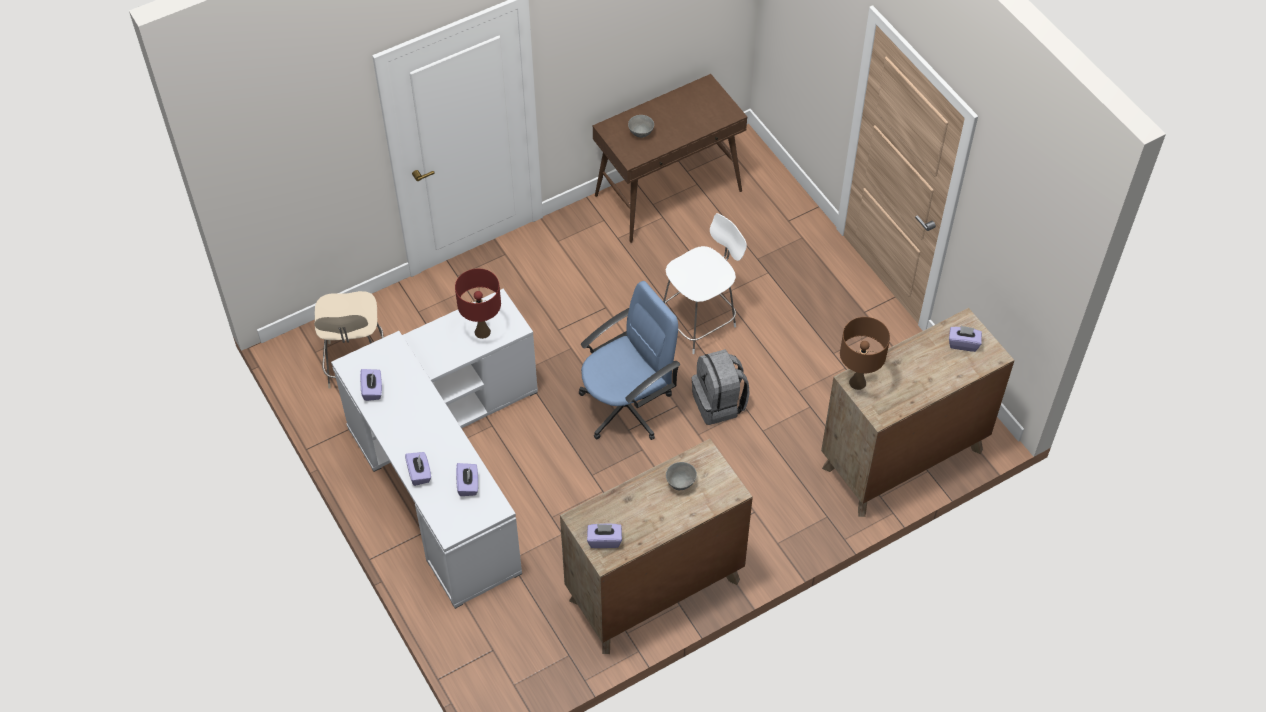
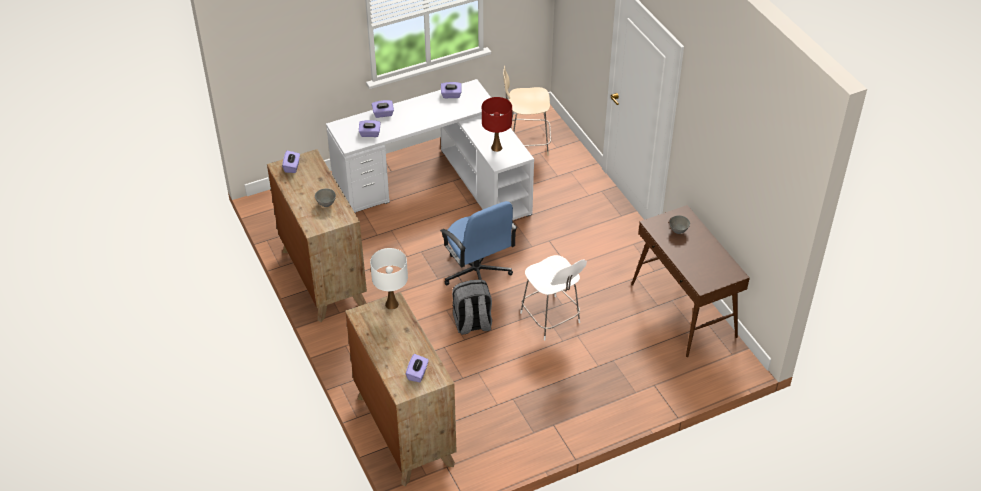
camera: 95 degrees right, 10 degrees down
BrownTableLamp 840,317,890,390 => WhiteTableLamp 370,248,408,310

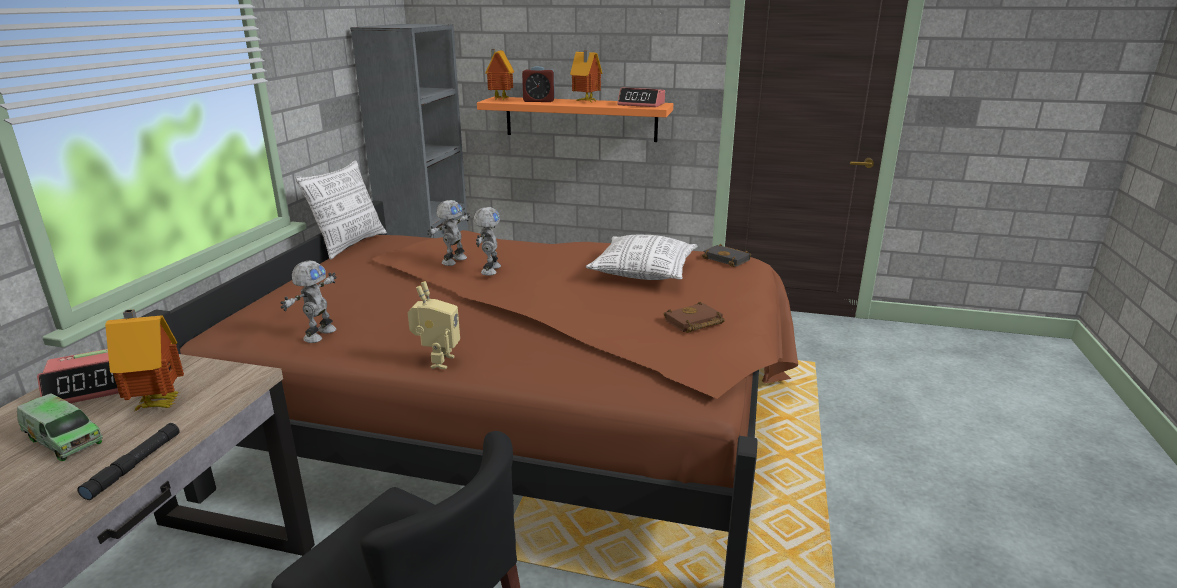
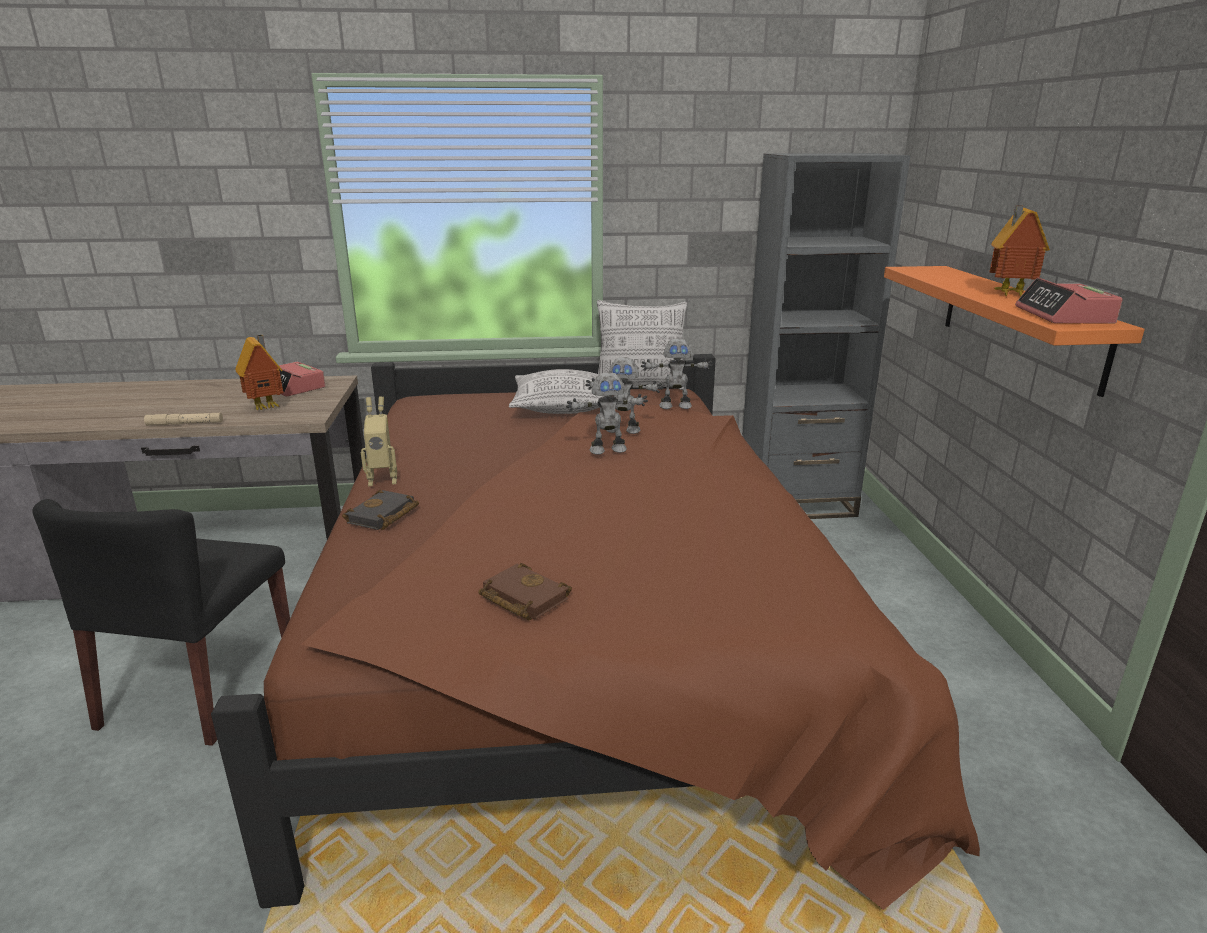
camera: 70 degrees right, 0 degrees up
ToyHouse 485,49,514,100 => nothing
AlarmClock 522,66,555,102 => nothing
Pillow 586,235,697,280 => Pillow 509,369,604,414, relocated
BlackBook 702,244,751,267 => BlackBook 342,490,419,530, relocated
ToyRobot 280,261,337,343 => ToyRobot 641,338,713,409, relocated
ToyTruck 17,393,103,461 => nothing
BlackFlashlight 77,423,180,500 => BeigeFlashlight 144,413,223,426

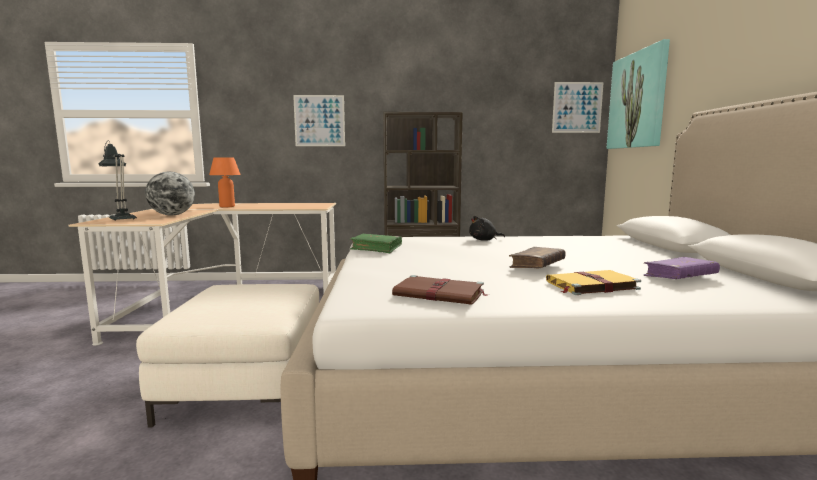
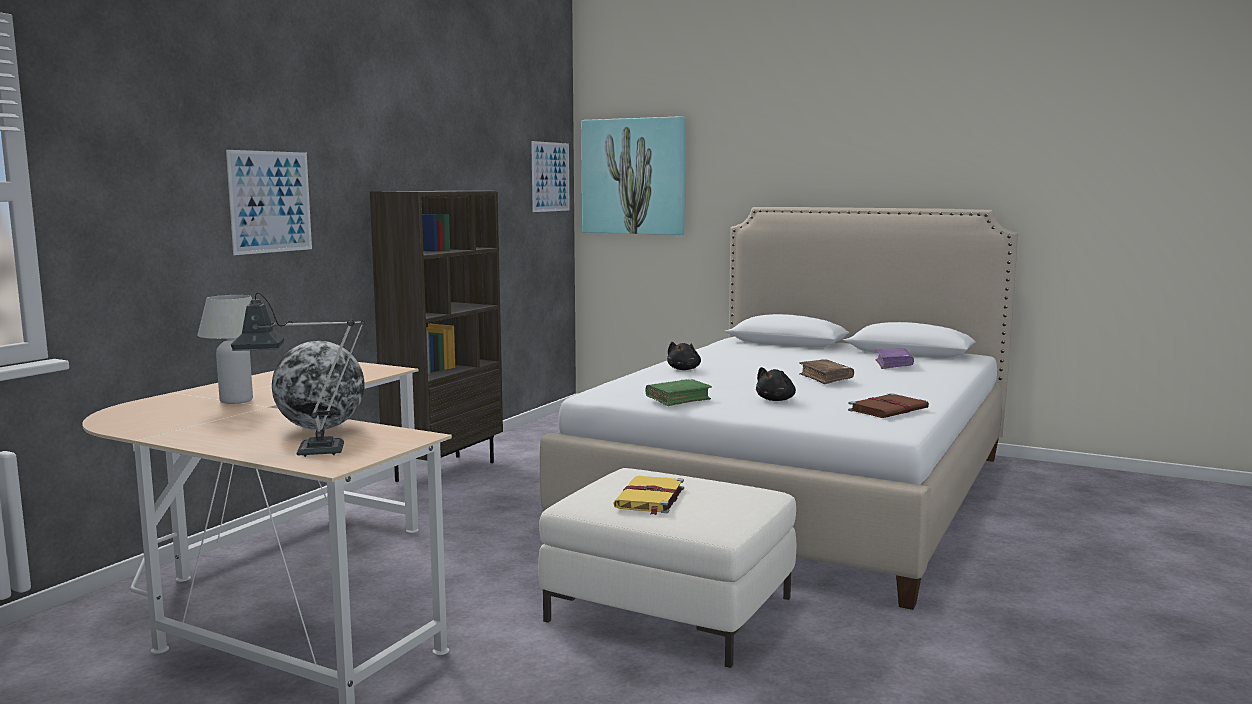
camera: 60 degrees left, 0 degrees up
OrangeTableLamp 209,157,241,207 => WhiteTableLamp 197,295,253,404
YellowBook 546,270,641,295 => YellowBook 613,476,684,515, relocated
nothing => BlackPlushToy 756,367,796,401

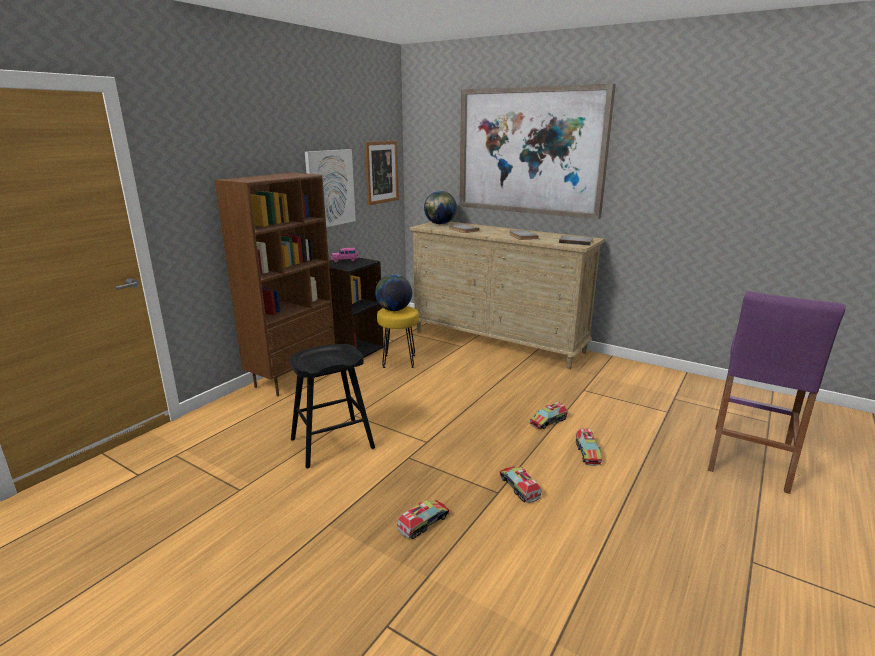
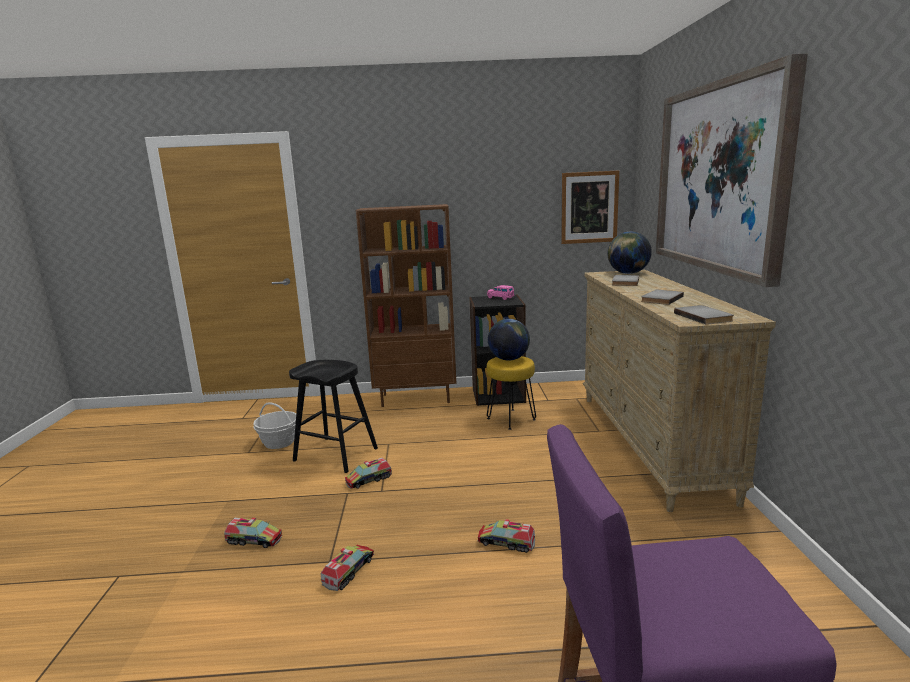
camera: 55 degrees right, 5 degrees down
Picture 305,149,356,227 => nothing
ToyTruck 576,429,602,466 => ToyTruck 345,457,392,488, relocated
nothing => Basket 253,402,296,449

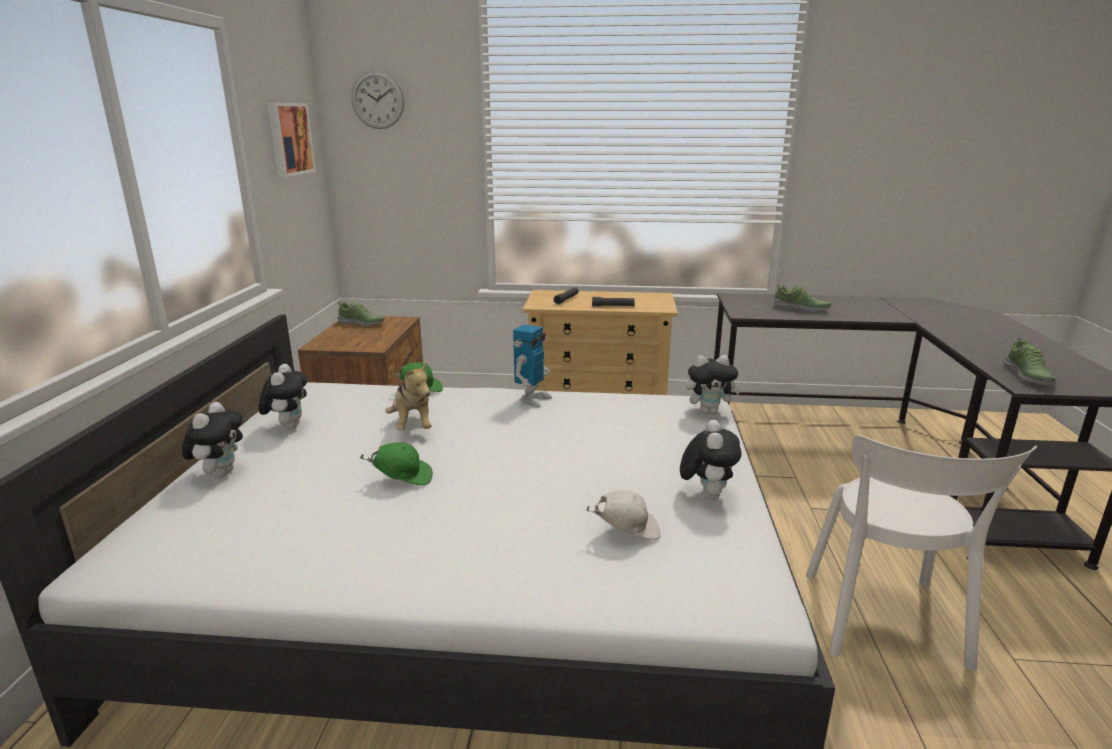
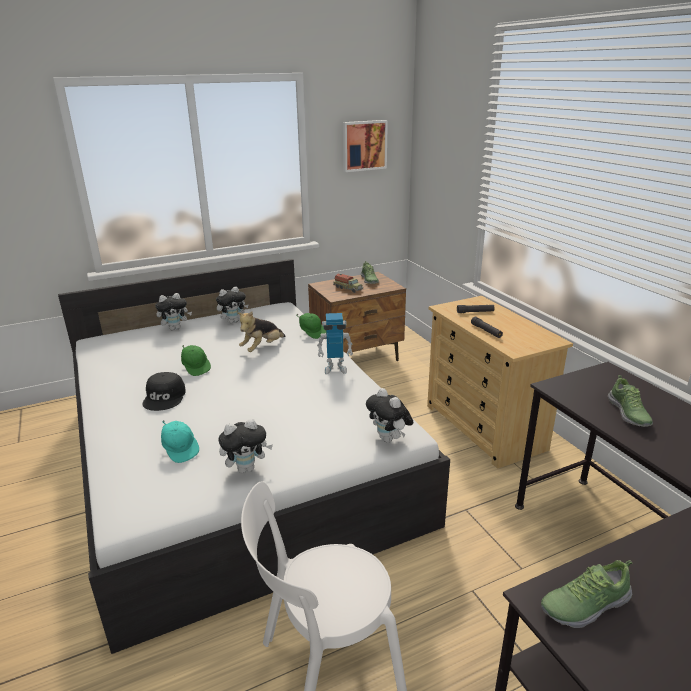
camera: 60 degrees right, 5 degrees up
WallClock 352,71,404,129 => nothing
WhiteCap 586,490,660,540 => TurquoiseCap 161,420,199,463
nothing => ToyTruck 333,273,363,293
nothing => BlackCap 142,372,186,411

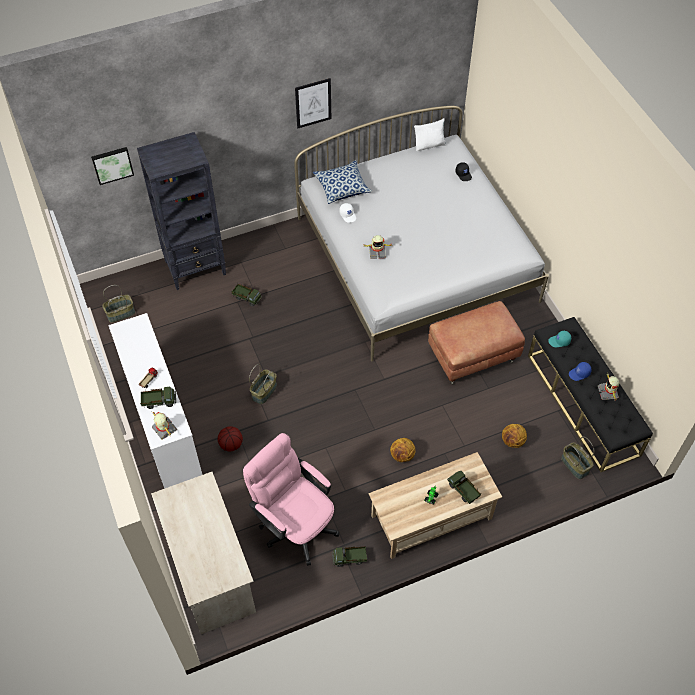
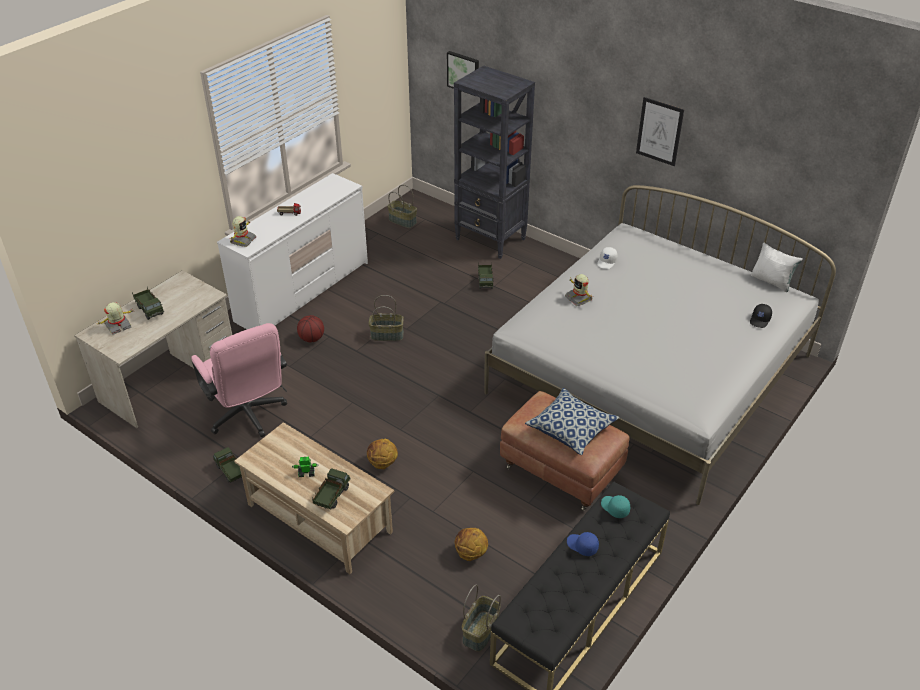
camera: 60 degrees right, 15 degrees down
Pillow 313,160,372,204 => Pillow 525,388,619,455, relocated
ToyRobot 598,372,619,400 => ToyRobot 96,302,133,335, relocated
ToyTruck 140,387,176,409 => ToyTruck 132,287,164,320, relocated
PinkOfficeChair 243,433,339,566 => PinkOfficeChair 192,323,287,437, 135 degrees clockwise

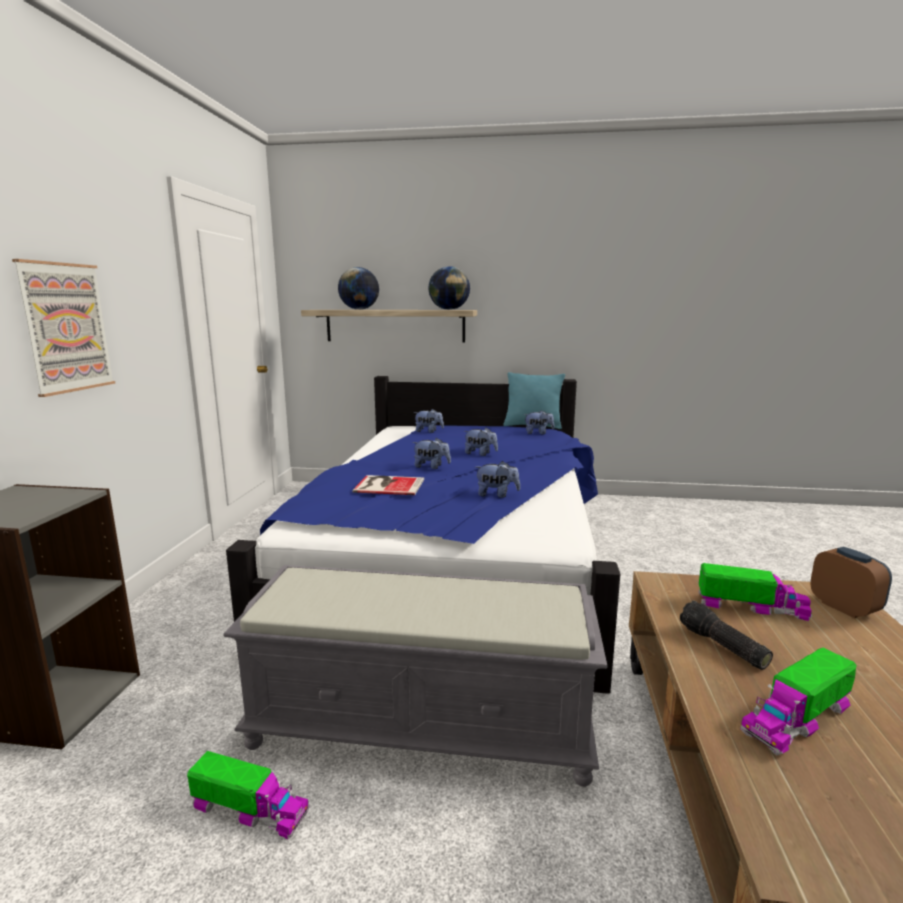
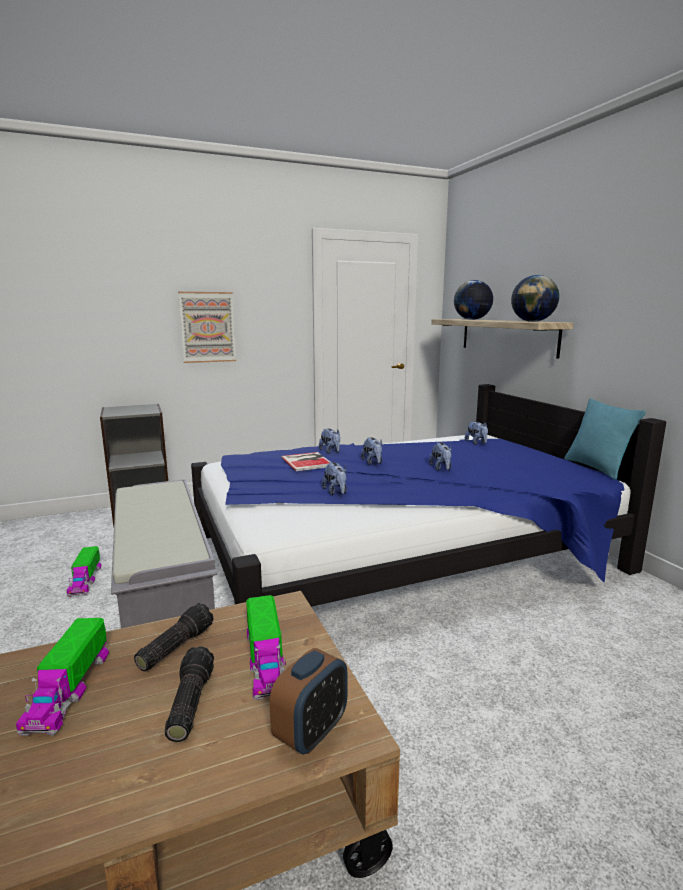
camera: 60 degrees right, 0 degrees up
PlushToy 524,410,554,435 => PlushToy 319,429,340,454, relocated
ToyTruck 740,648,856,755 => ToyTruck 16,618,109,736, 120 degrees counterclockwise
nothing => Flashlight 165,646,214,742

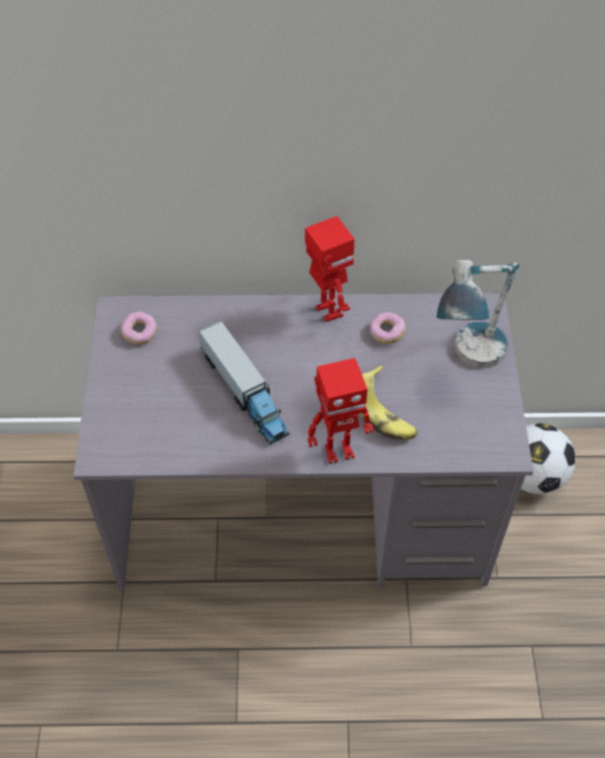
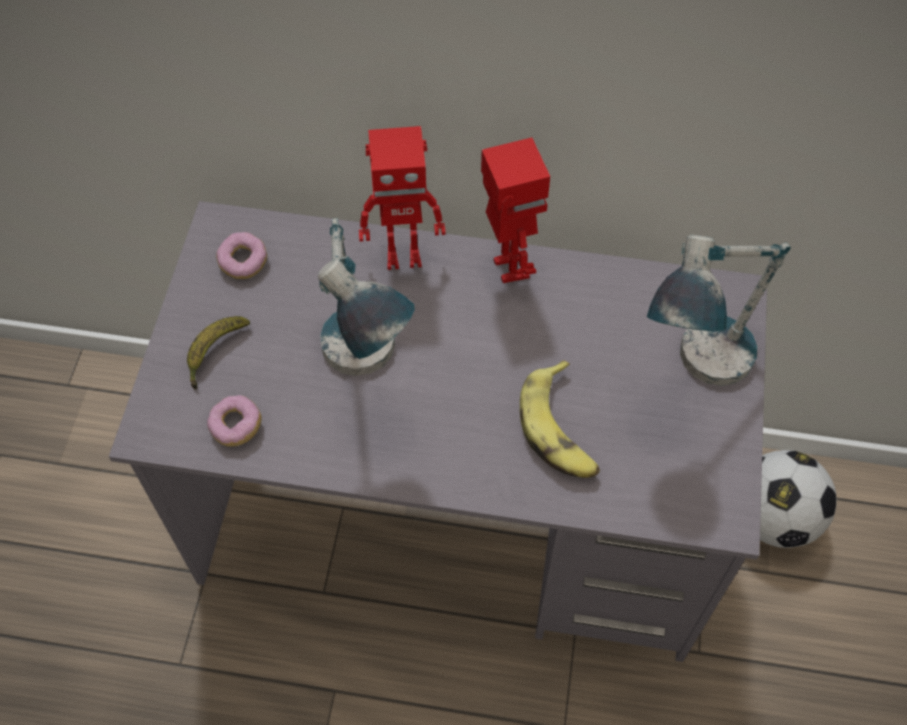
camera: 10 degrees right, 5 degrees up
Donut 370,312,405,344 => Donut 207,395,262,447, relocated
ToyTruck 198,320,290,445 => TableLamp 318,218,415,376
ToyRobot 307,358,374,464 => ToyRobot 359,126,446,270, relocated
nothing => Banana 187,316,250,390

